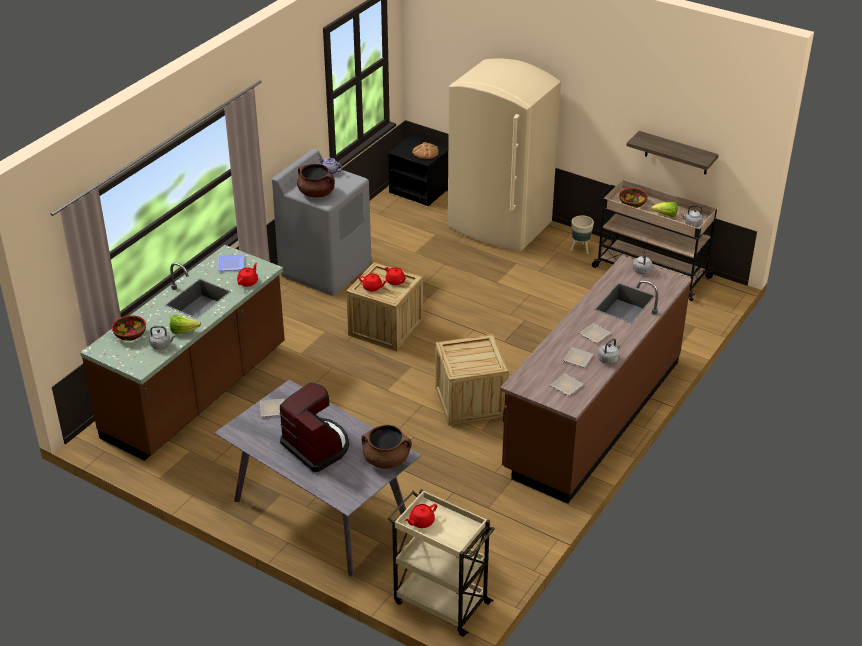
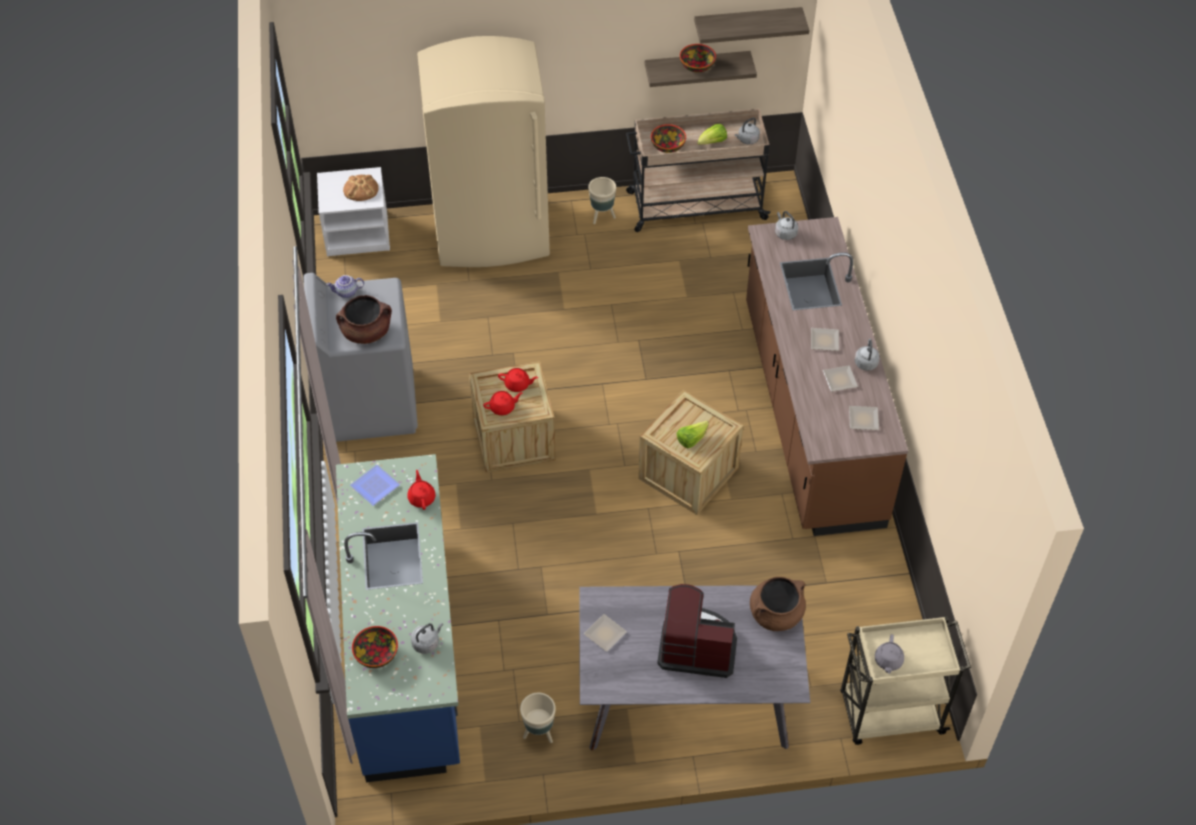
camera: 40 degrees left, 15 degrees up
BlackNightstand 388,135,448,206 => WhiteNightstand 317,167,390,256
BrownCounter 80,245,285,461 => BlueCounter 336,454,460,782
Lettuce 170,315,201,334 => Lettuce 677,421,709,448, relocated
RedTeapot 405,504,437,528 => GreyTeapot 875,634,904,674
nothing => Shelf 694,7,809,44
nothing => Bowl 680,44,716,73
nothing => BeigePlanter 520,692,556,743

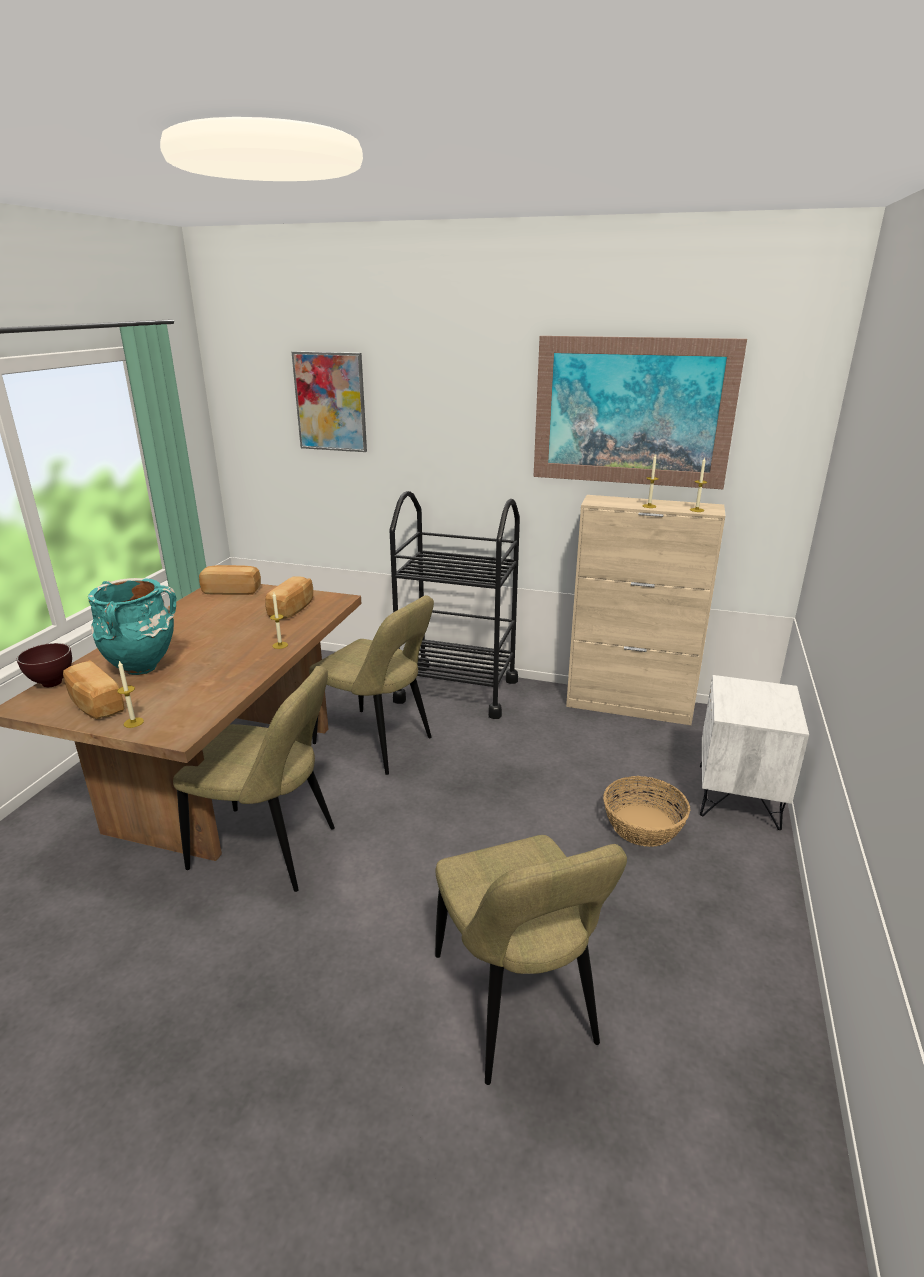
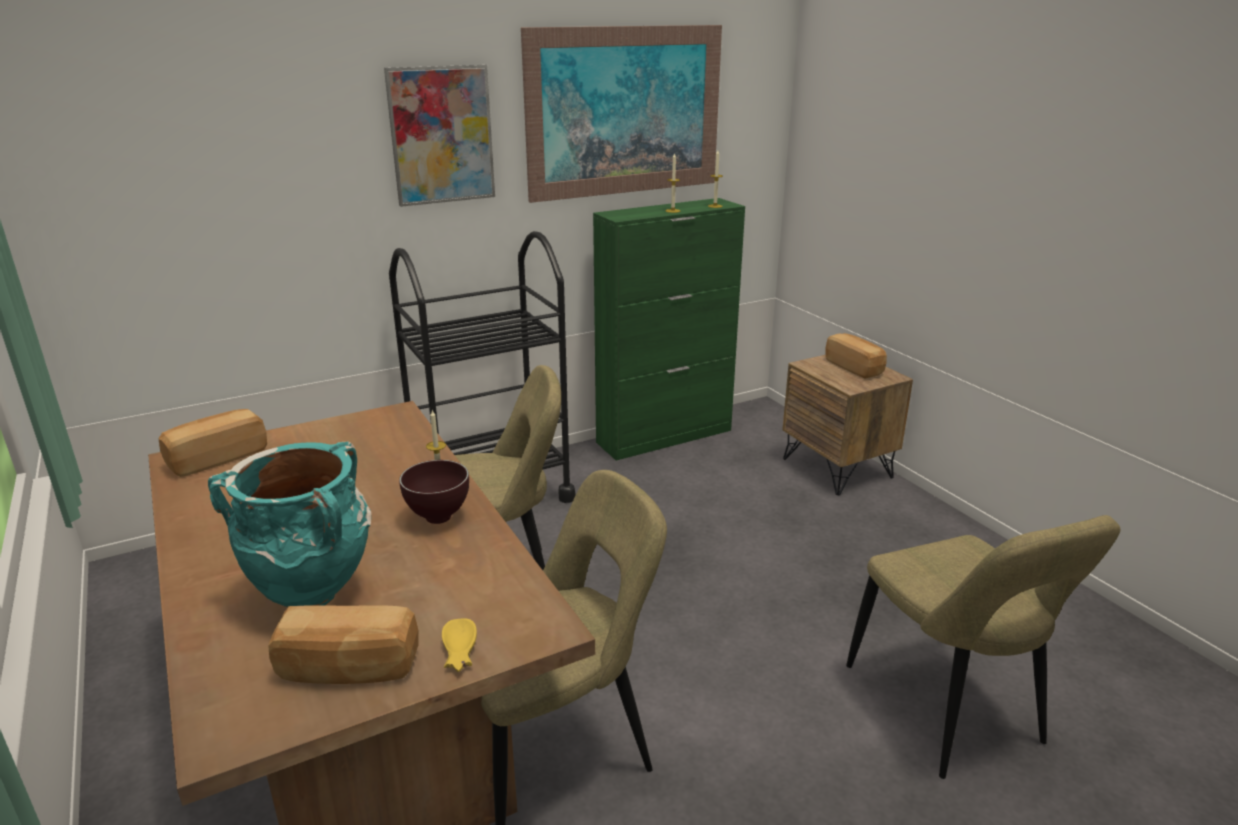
camera: 45 degrees left, 0 degrees up
Picture 292,351,367,452 => Picture 384,64,495,207, relocated
BeigeCabinet 566,495,725,725 => GreenCabinet 593,198,745,460
Bread 265,576,313,619 => Bread 825,333,887,379, relocated
BrownBowl 17,643,72,687 => BrownBowl 399,460,469,524, relocated
Candle 117,661,144,728 => YellowBowl 442,618,477,672
WhiteNightstand 700,675,809,830 => BrownNightstand 782,355,913,495
Basket 603,776,690,847 => nothing
BeigeChair 435,835,627,1085 => BeigeChair 846,515,1121,779, 45 degrees clockwise

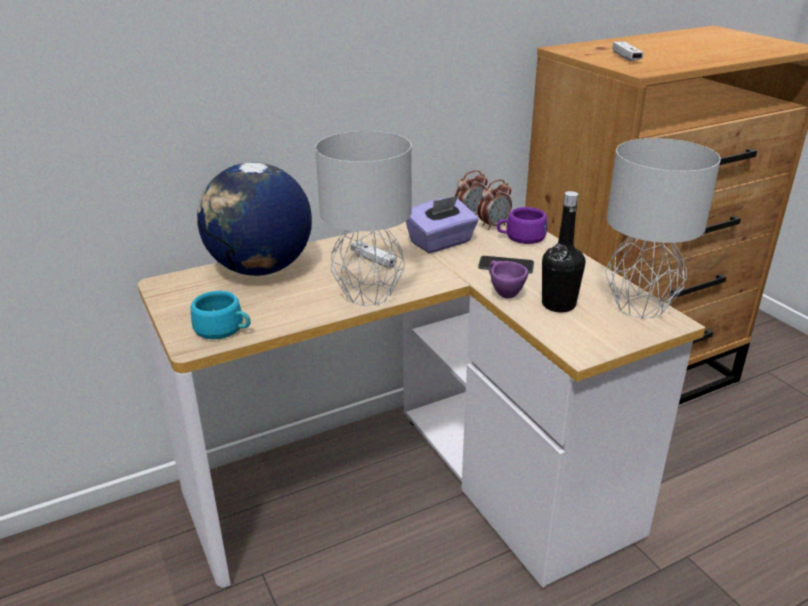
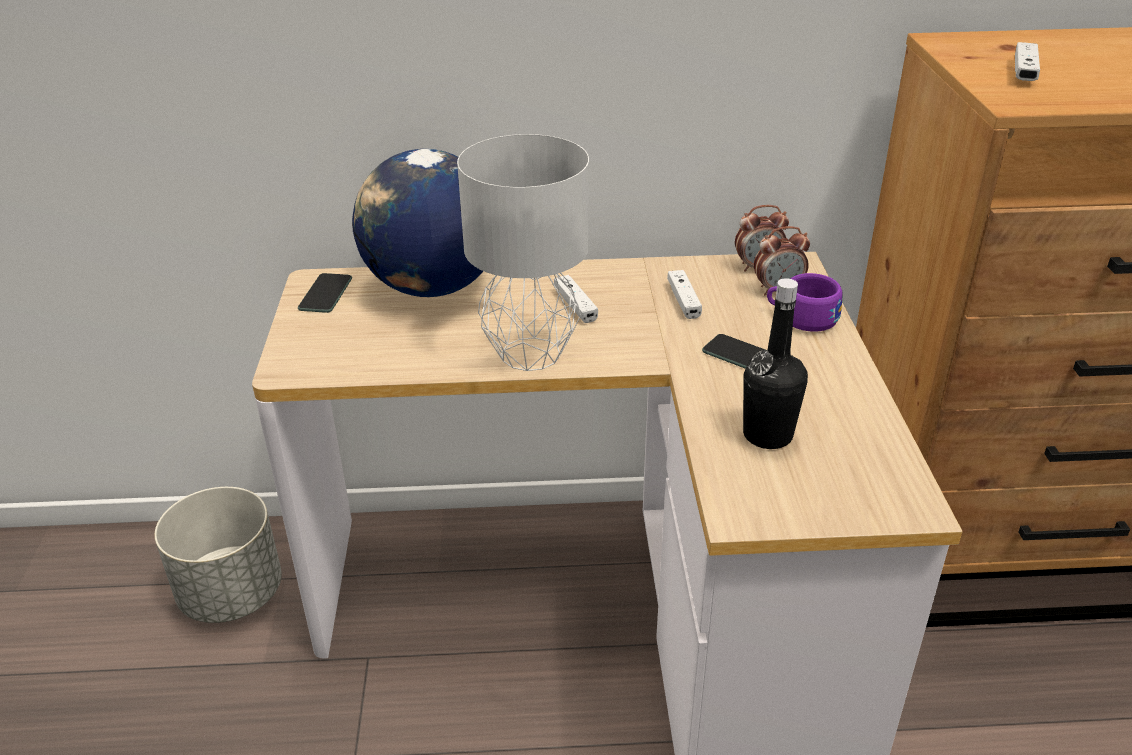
camera: 25 degrees right, 5 degrees up
GreyTableLamp 605,138,721,318 => nothing
PurpleTissueBox 406,195,479,253 => WhiteGameController 667,270,702,319
PurpleCup 489,260,528,298 => nothing
TurquoiseCup 191,291,251,339 => nothing
nothing => Phone 298,273,352,313
nothing => GreyPlanter 155,487,282,623

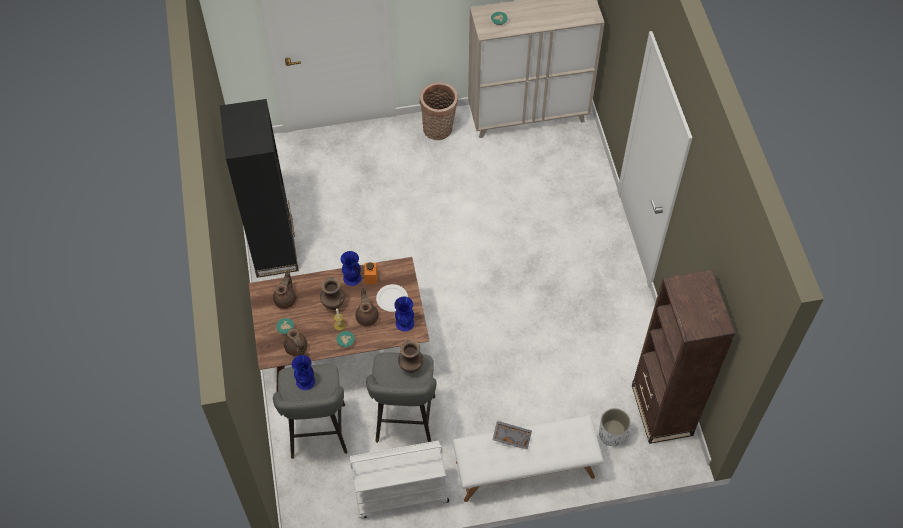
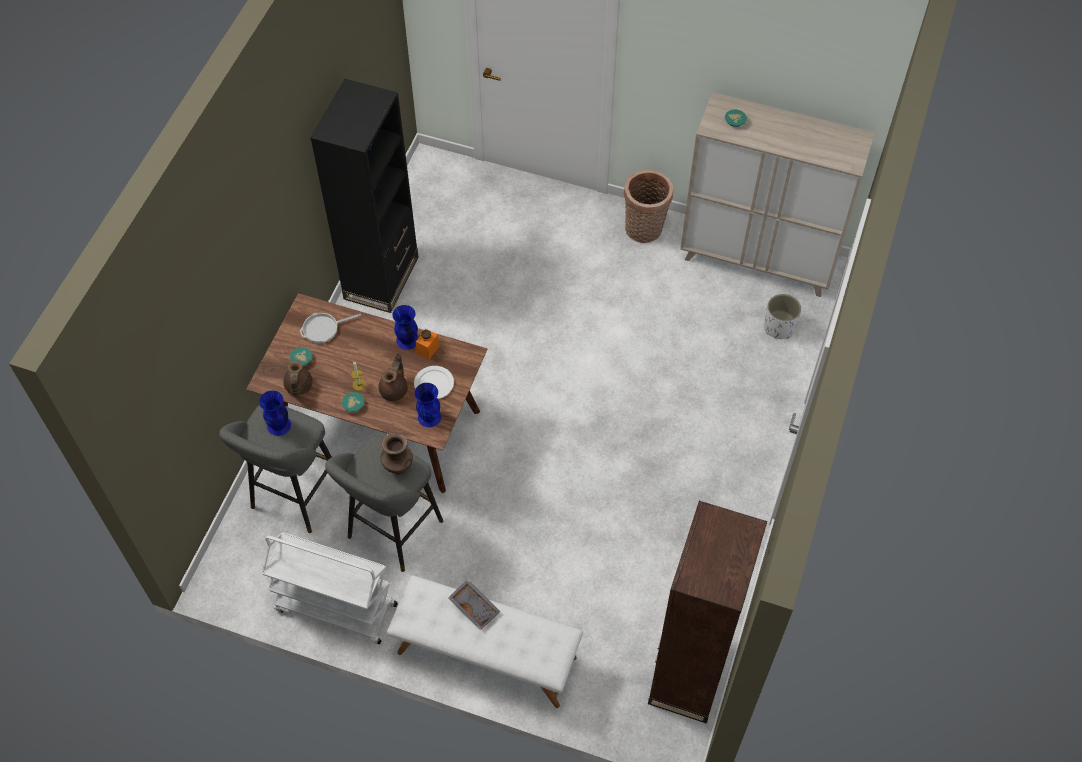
camera: 30 degrees right, 0 degrees up
BrownTeapot 273,270,296,309 => FryingPan 300,313,361,343
BrownVase 320,277,345,310 => nothing
WhitePlanter 599,408,631,446 => WhitePlanter 764,294,801,339, relocated

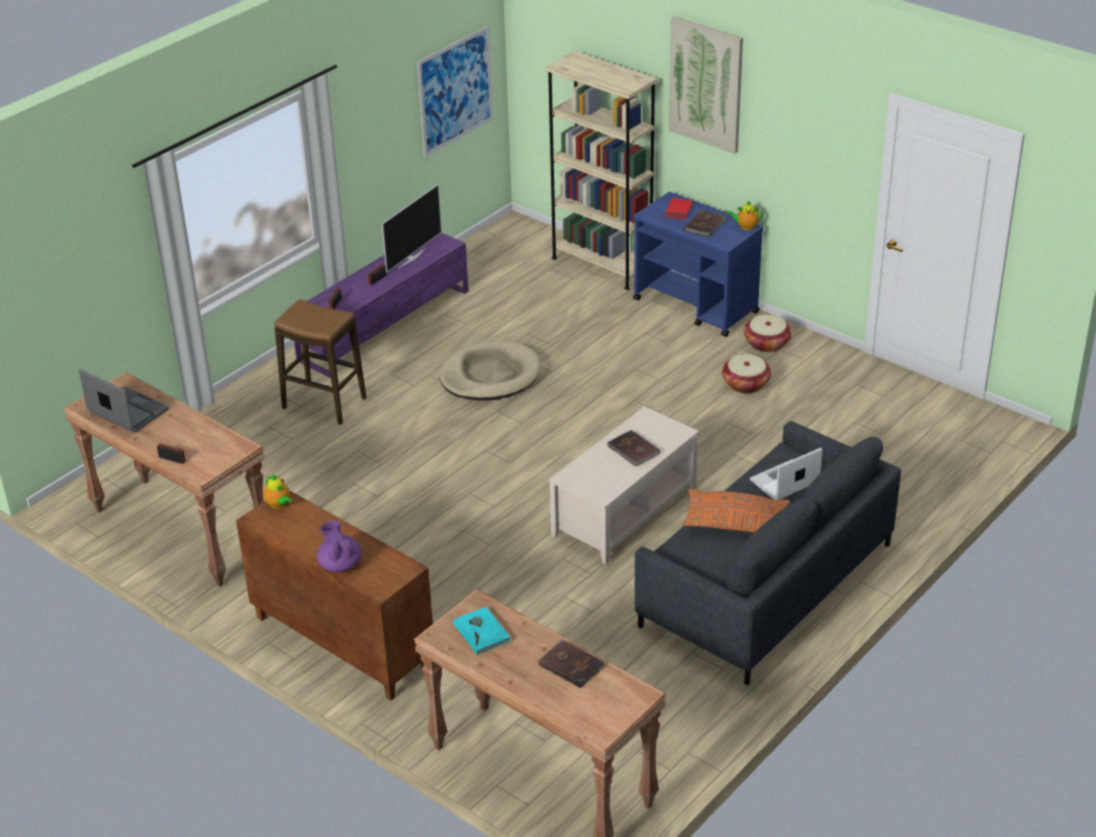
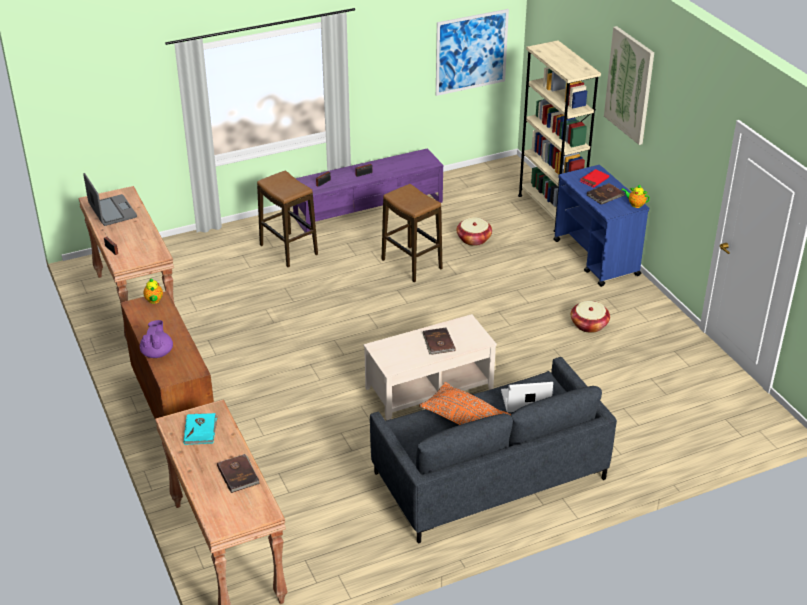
camera: 25 degrees right, 0 degrees up
Television 382,184,442,273 => nothing
Basket 744,315,792,352 => Basket 457,217,492,246, relocated
BeigeDogBed 439,341,541,401 => Stool 382,184,442,282

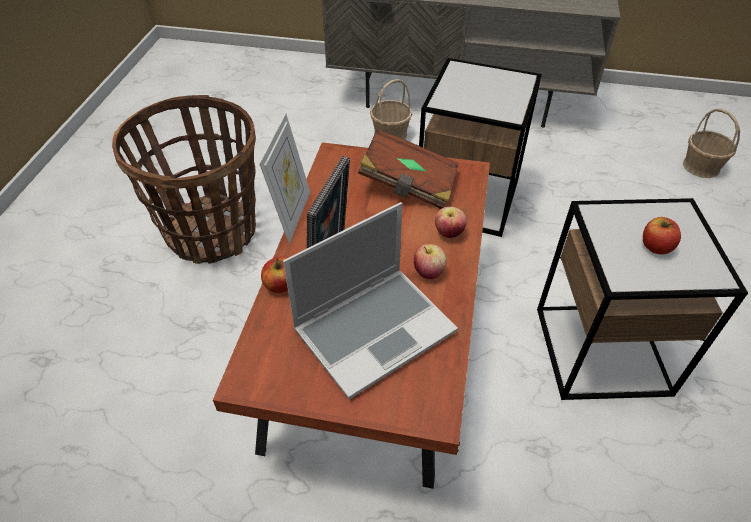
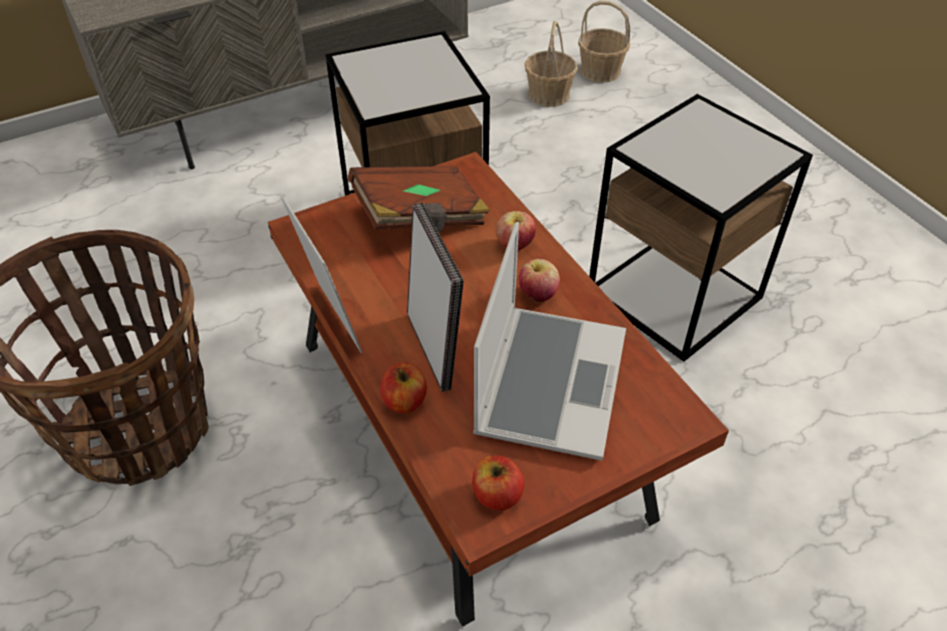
camera: 40 degrees left, 0 degrees up
Basket 370,79,412,140 => Basket 525,21,578,107, relocated
Apple 643,217,681,254 => Apple 472,455,524,510, relocated

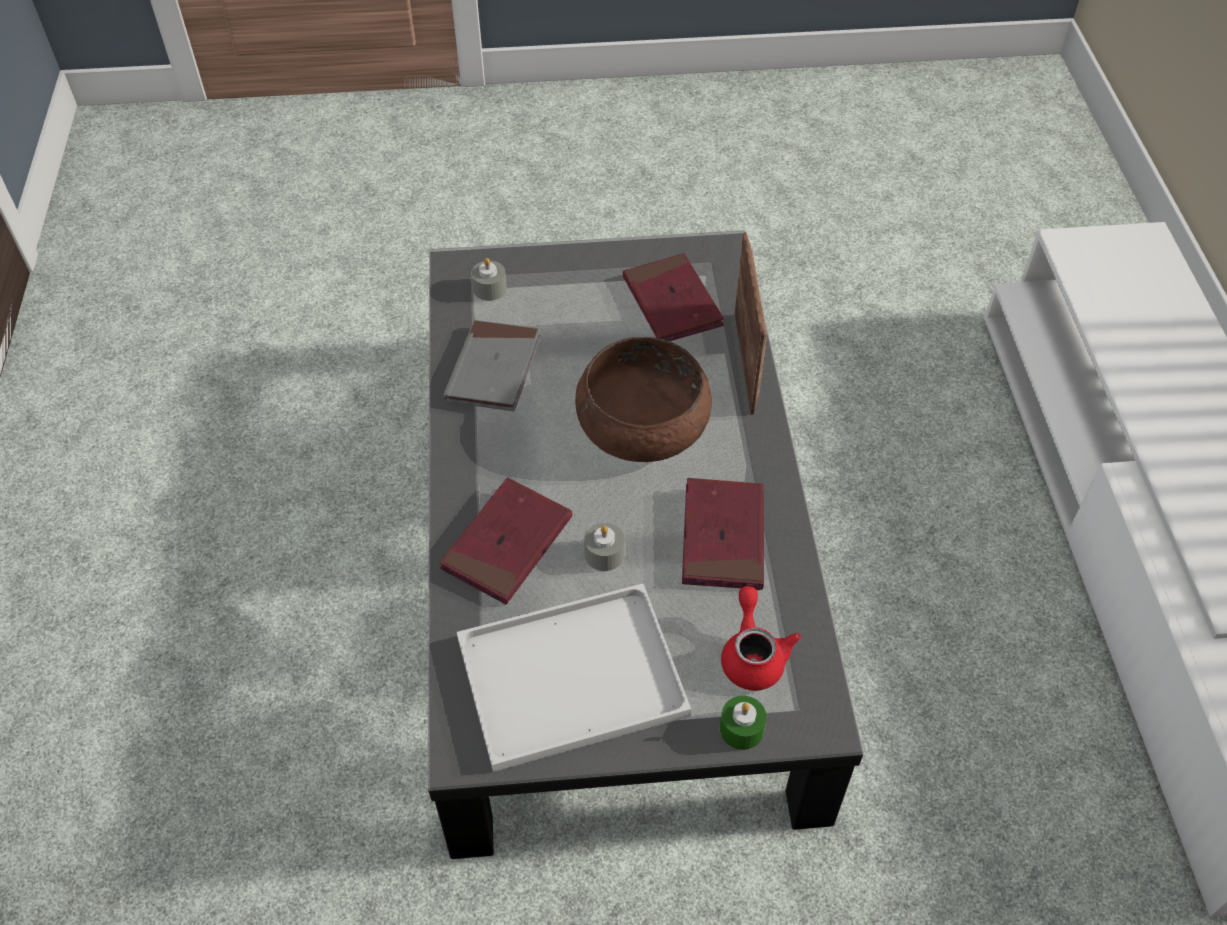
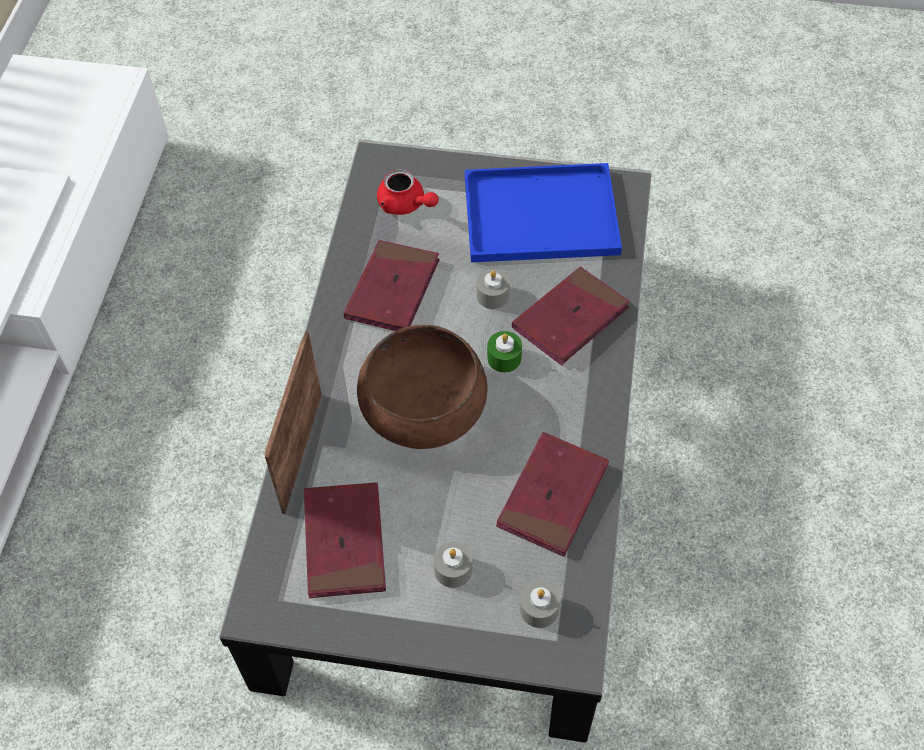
camera: 165 degrees left, 5 degrees up
GreyBook 443,320,541,412 => RedBook 496,432,609,556
WhiteTray 457,583,691,772 => BlueTray 465,163,622,262
RedTeapot 721,586,801,691 => RedTeapot 377,169,439,215, 60 degrees counterclockwise
GreenCandle 720,696,767,750 => GreenCandle 487,331,522,373, relocated
nothing => GreyCandle 433,542,473,588

